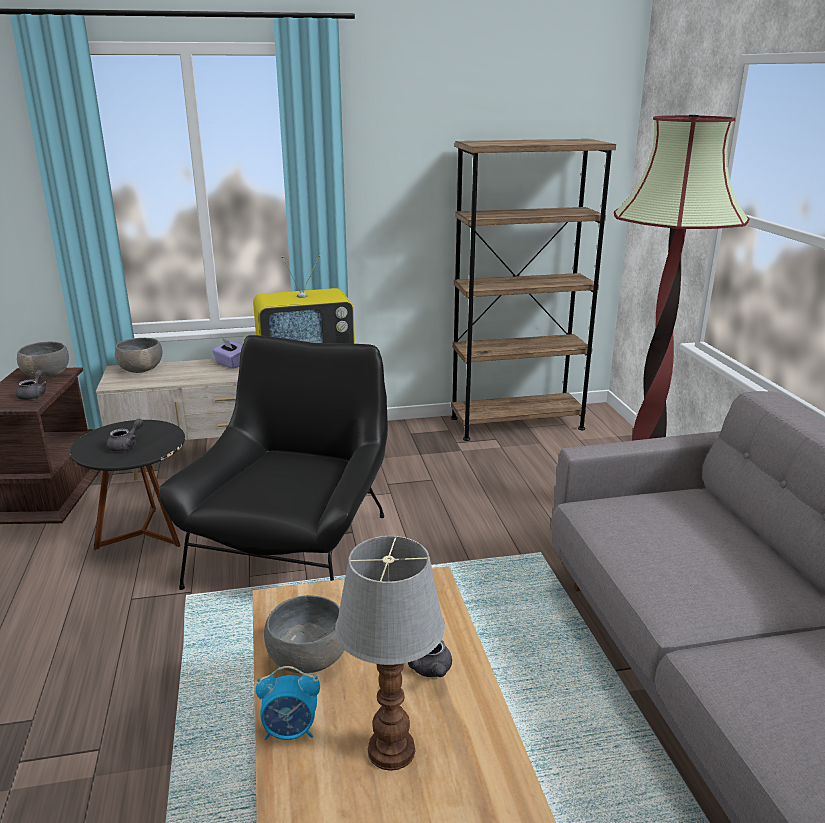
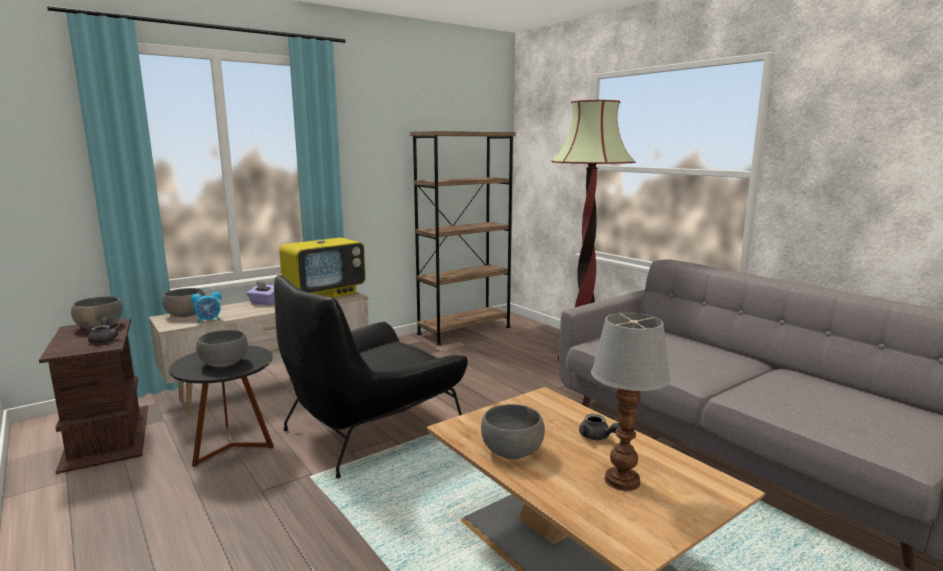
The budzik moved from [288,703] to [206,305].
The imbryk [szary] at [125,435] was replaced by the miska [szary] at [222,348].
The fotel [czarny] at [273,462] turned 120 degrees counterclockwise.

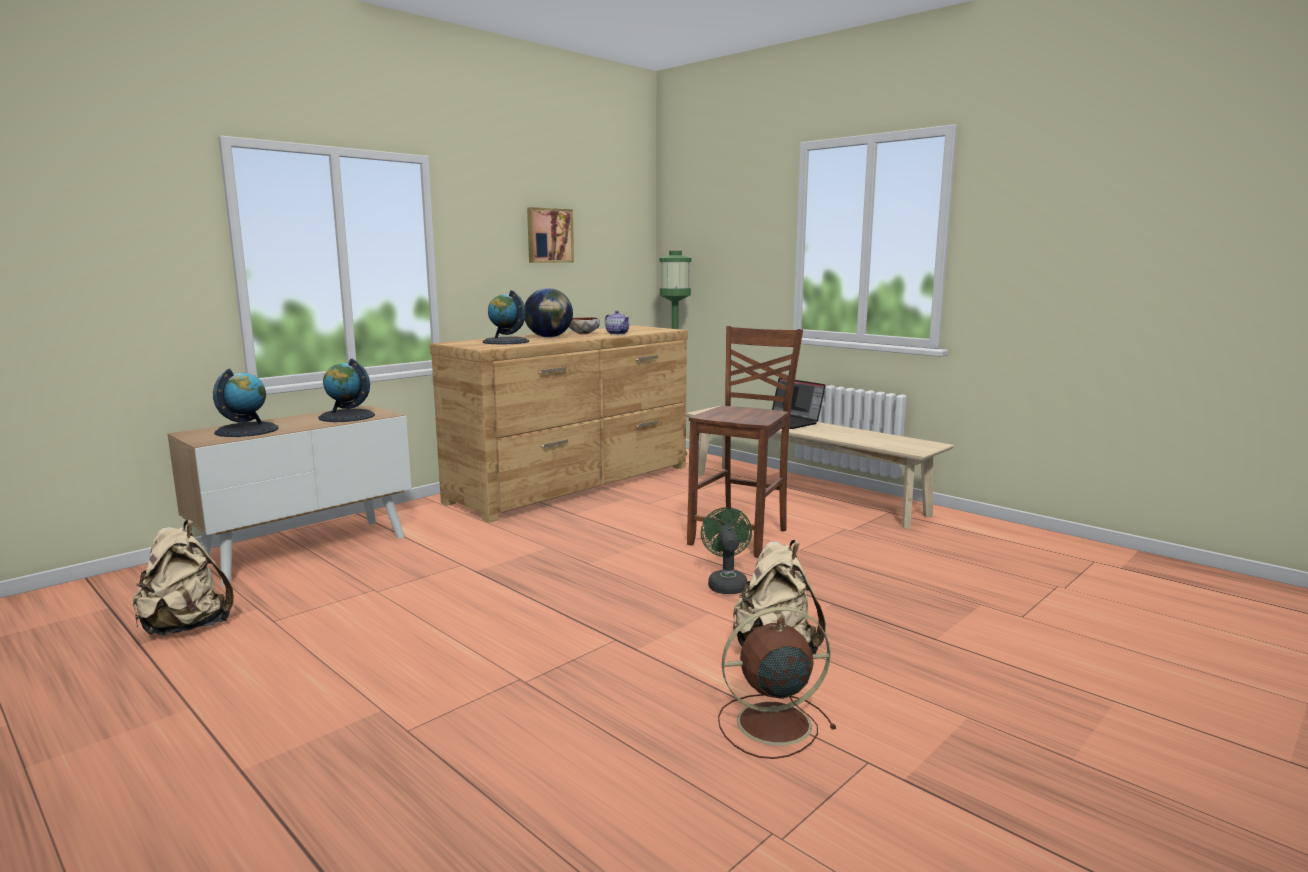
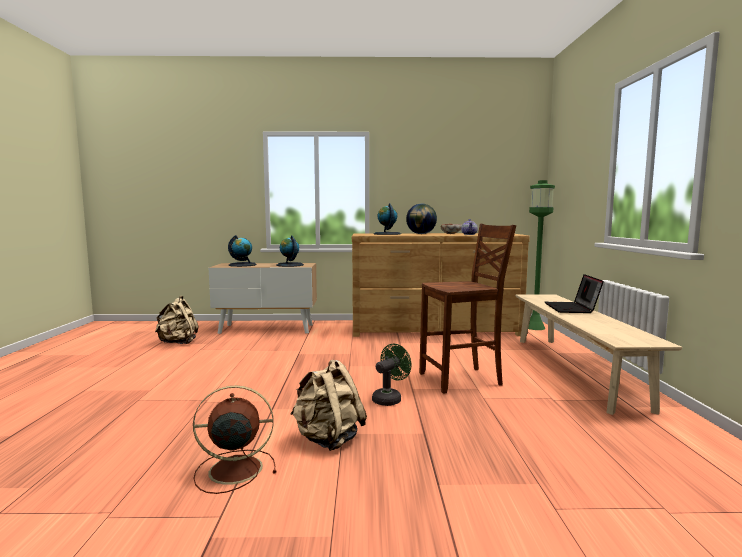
The obraz at [550,235] disappeared.
The wentylator [brązowy] at [777,683] turned 45 degrees counterclockwise.

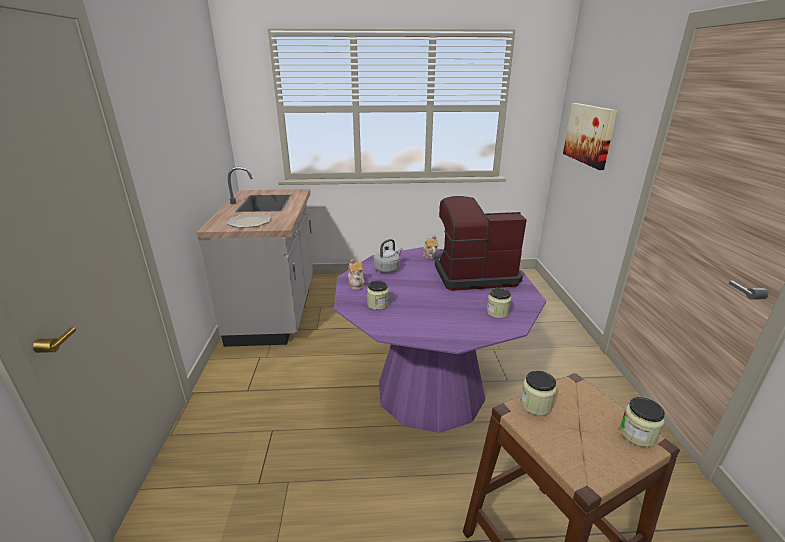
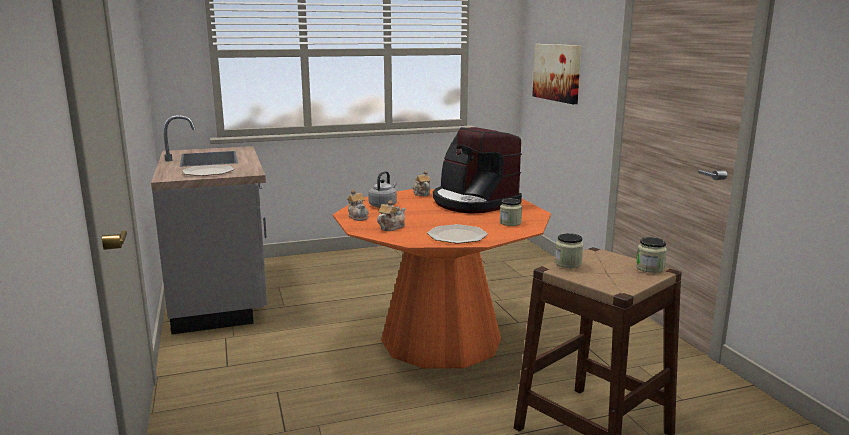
The talerz at [457,234] appeared.
The słoik at [378,295] was replaced by the imbryk at [391,215].
The stół jadalny [fioletowy] at [440,340] became the stół jadalny [pomarańczowy] at [442,279].
The ekspres do kawy at [481,243] turned 105 degrees counterclockwise.

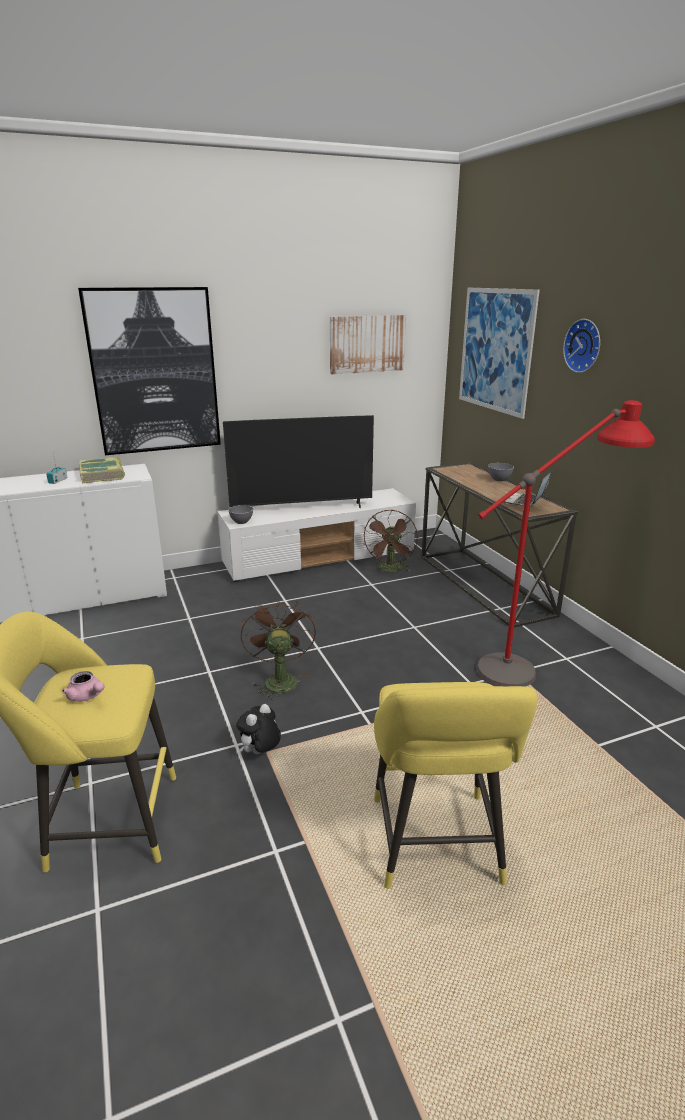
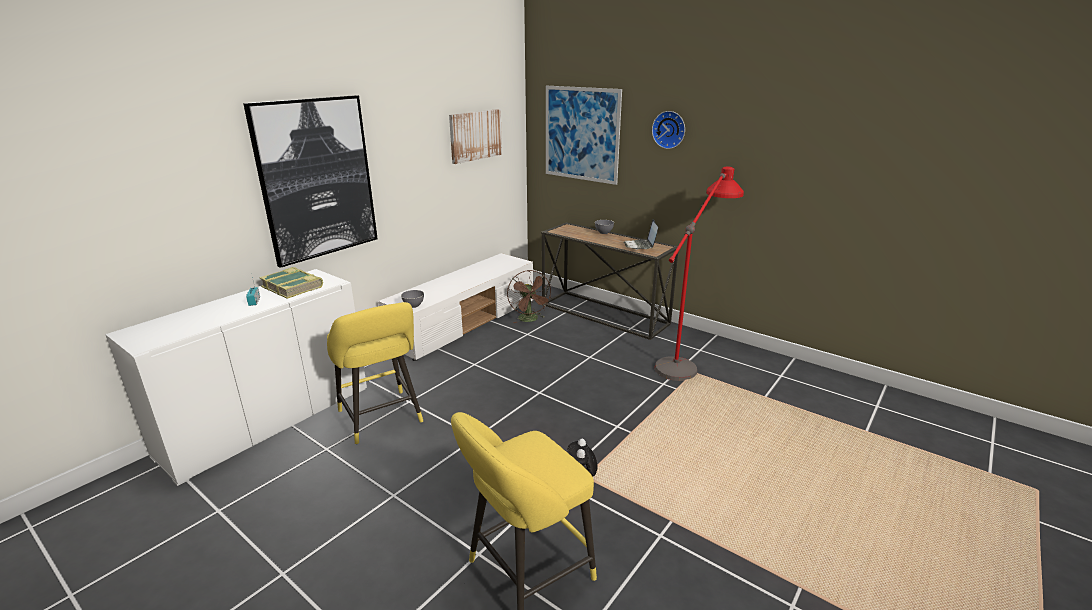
The imbryk [różowy] at [83,686] disappeared.
The telewizor at [298,461] disappeared.
The wentylator [brązowy] at [278,649] disappeared.
The stołek [żółty] moved from [456,785] to [375,373].

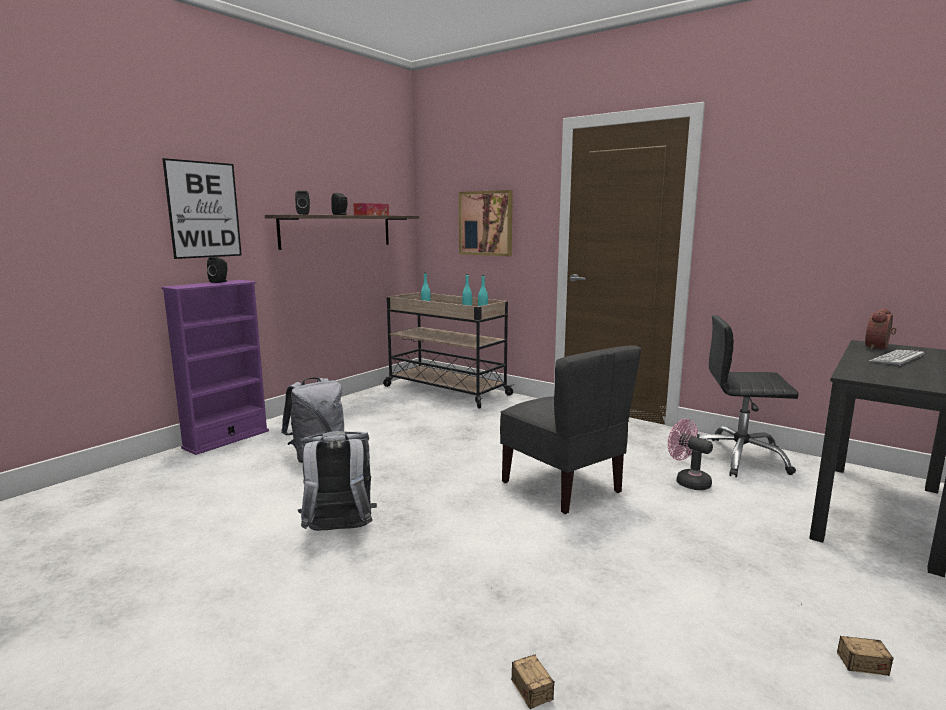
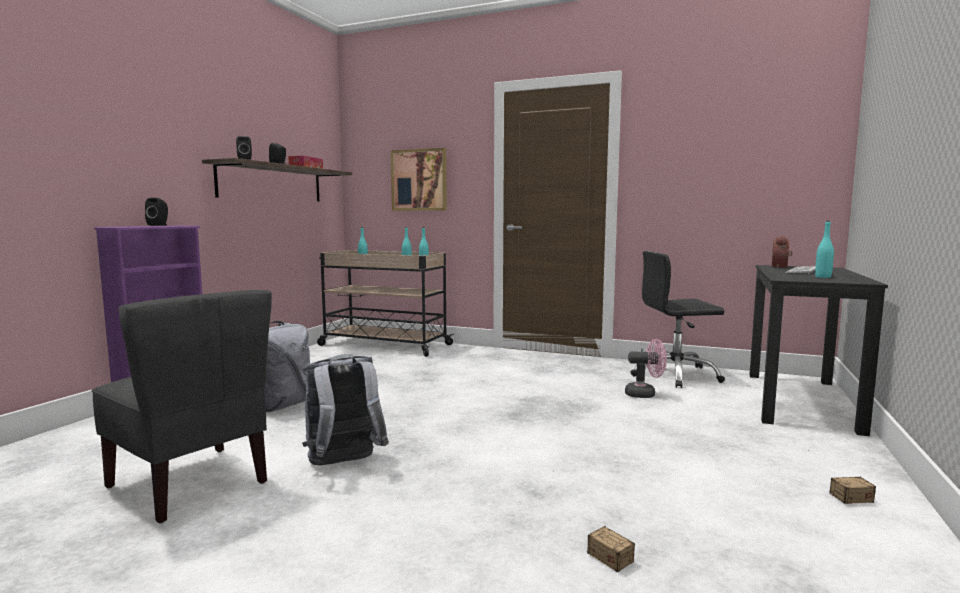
The obraz at [202,208] disappeared.
The butelka [turkusowy] at [824,249] appeared.
The krzesło [szary] moved from [570,429] to [181,406].
The wentylator [różowy] at [690,454] turned 150 degrees clockwise.

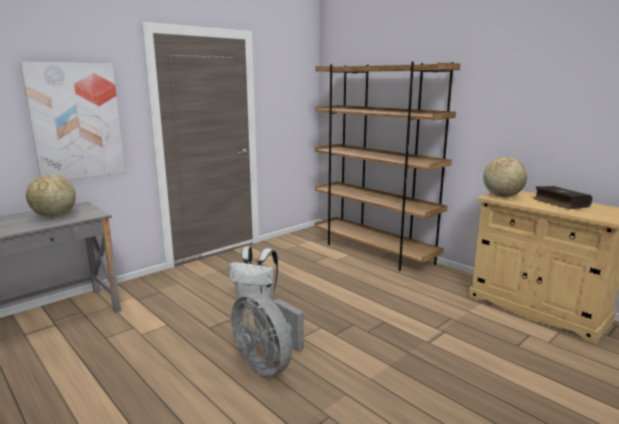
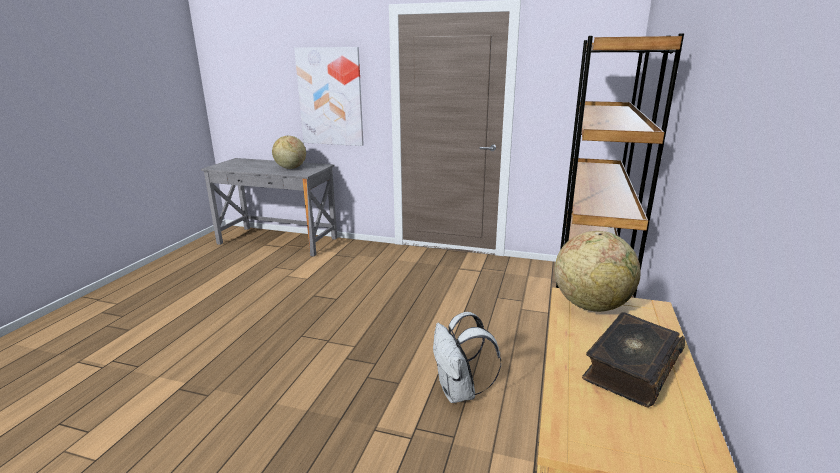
The wentylator [szary] at [267,334] disappeared.
The plecak [biały] moved from [253,277] to [467,357].

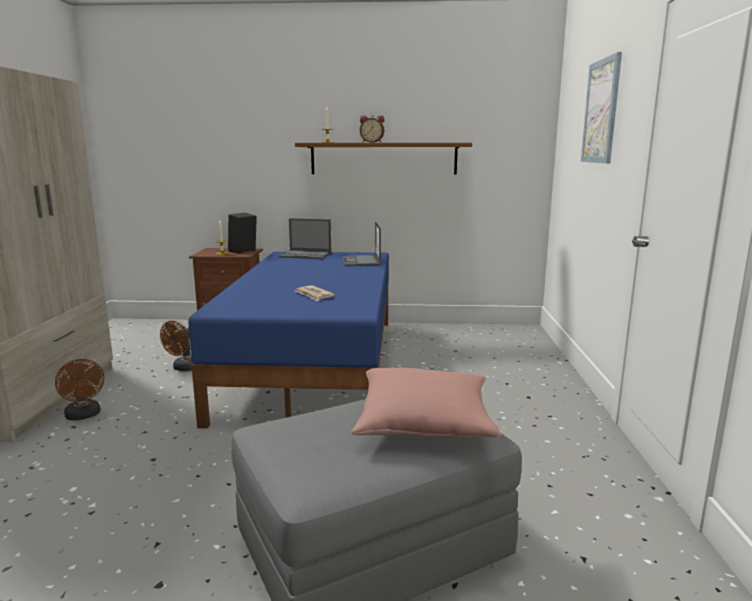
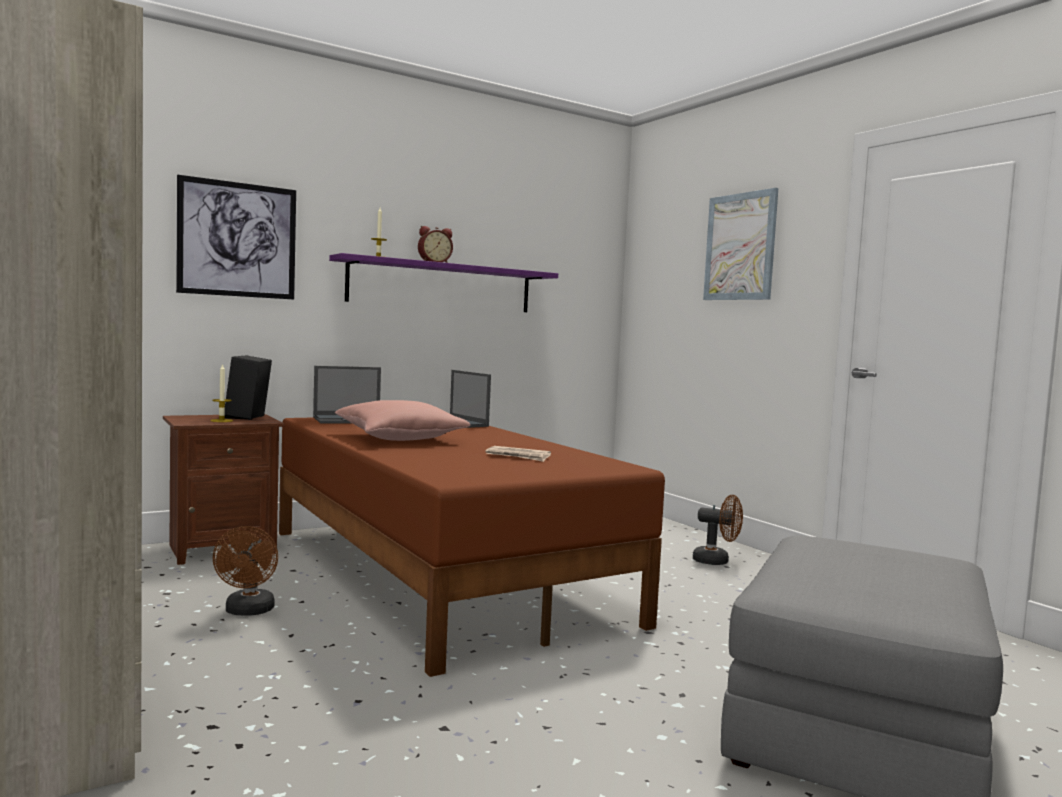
The obraz at [236,237] appeared.
The wentylator [brązowy] moved from [79,390] to [718,530].
The poduszka [różowy] moved from [426,403] to [402,420].
The łóżko [niebieski] at [288,340] became the łóżko [brązowy] at [472,547].
The półka [brązowy] at [383,159] became the półka [fioletowy] at [443,282].

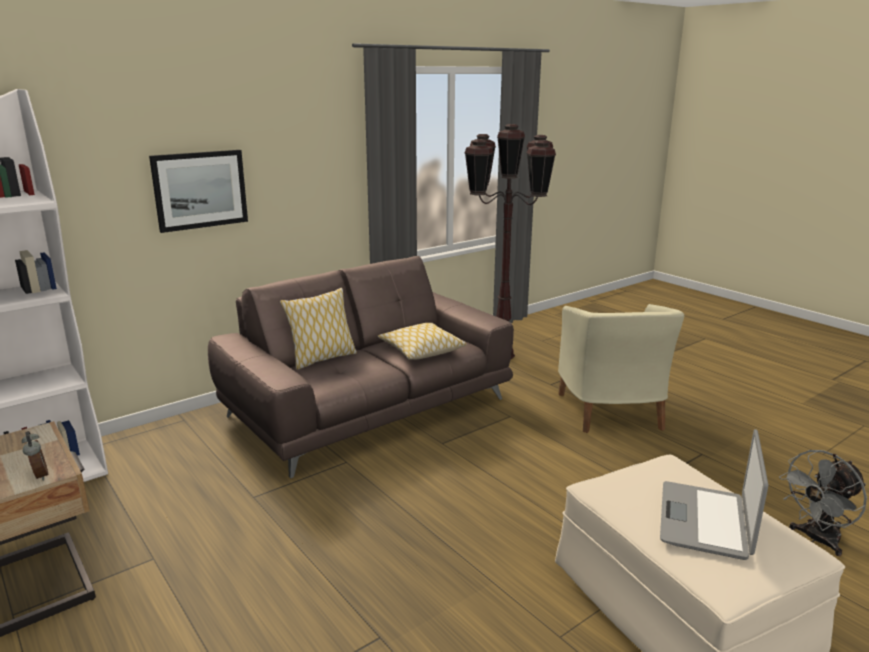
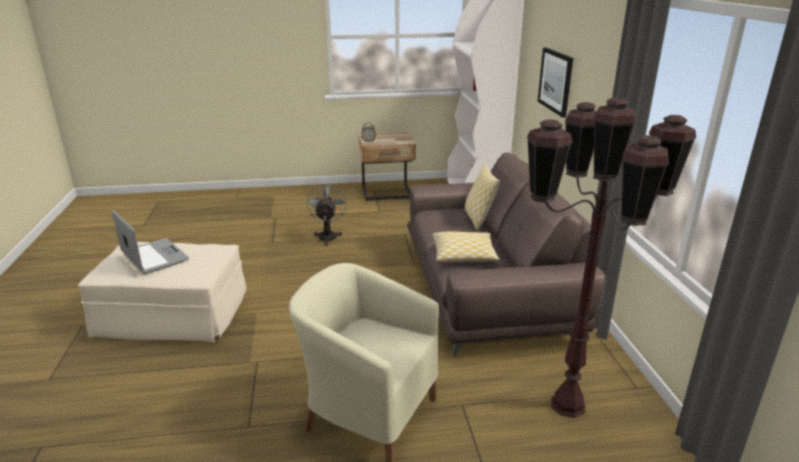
The wentylator [szary] moved from [823,503] to [327,214].

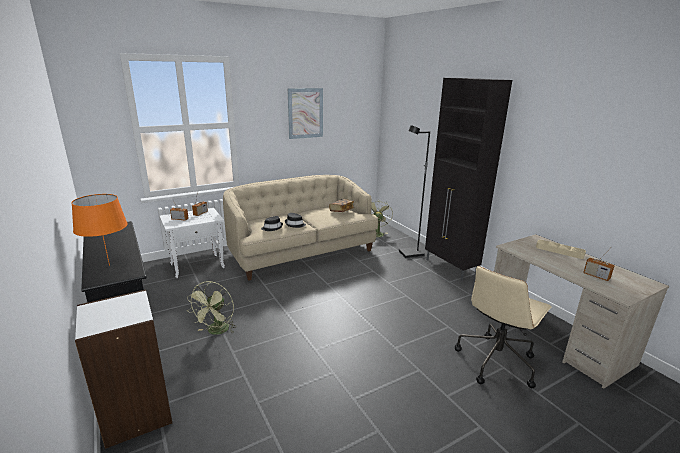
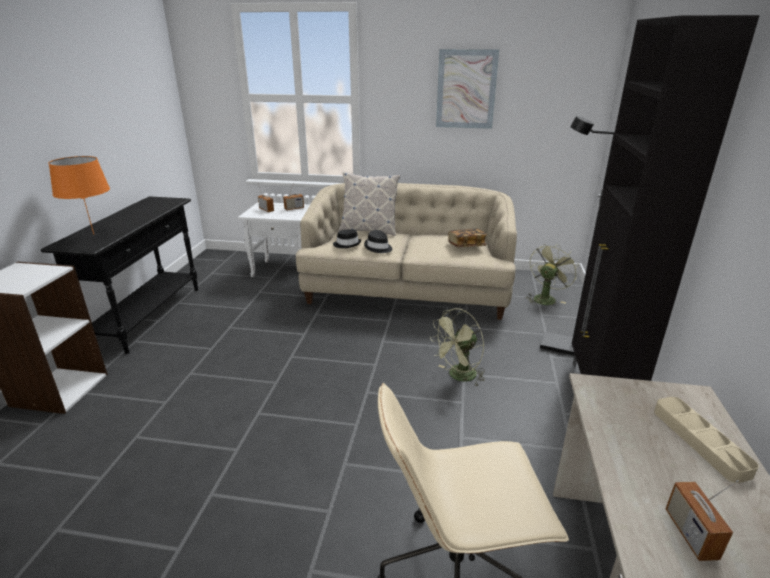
The poduszka at [369,204] appeared.
The wentylator [zielony] moved from [212,308] to [457,347].

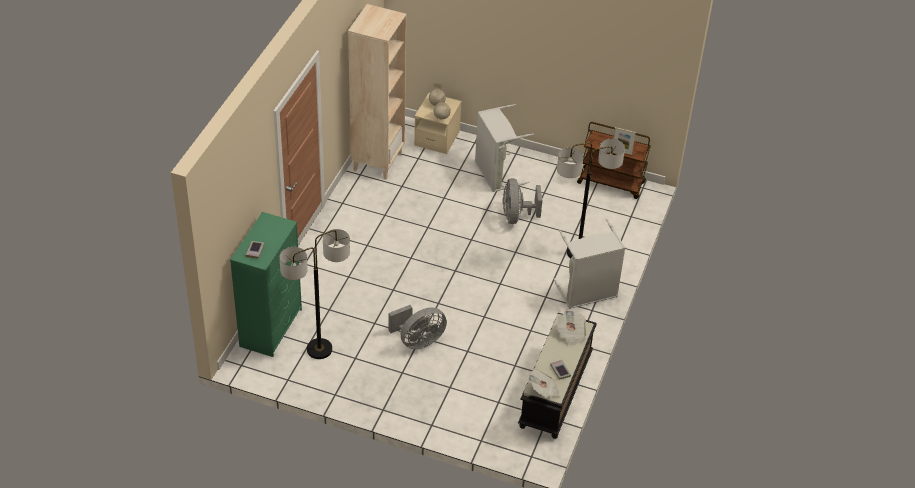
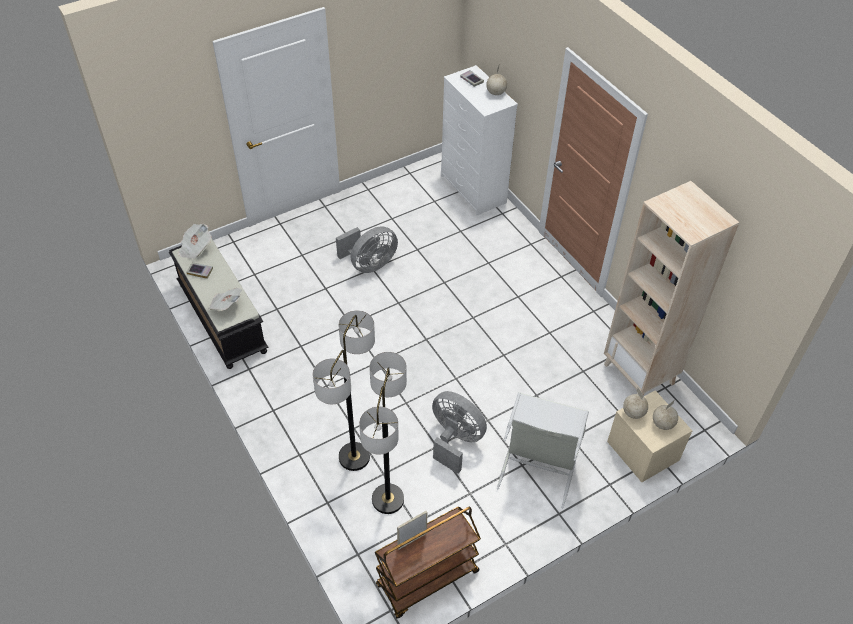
The kosz na pranie [szary] at [589,264] disappeared.
The globus at [496,80] appeared.
The lampa stojąca moved from [314,294] to [383,433].
The komoda [zielony] at [266,284] became the komoda [biały] at [479,140].
The wentylator [szary] at [417,327] turned 135 degrees counterclockwise.

